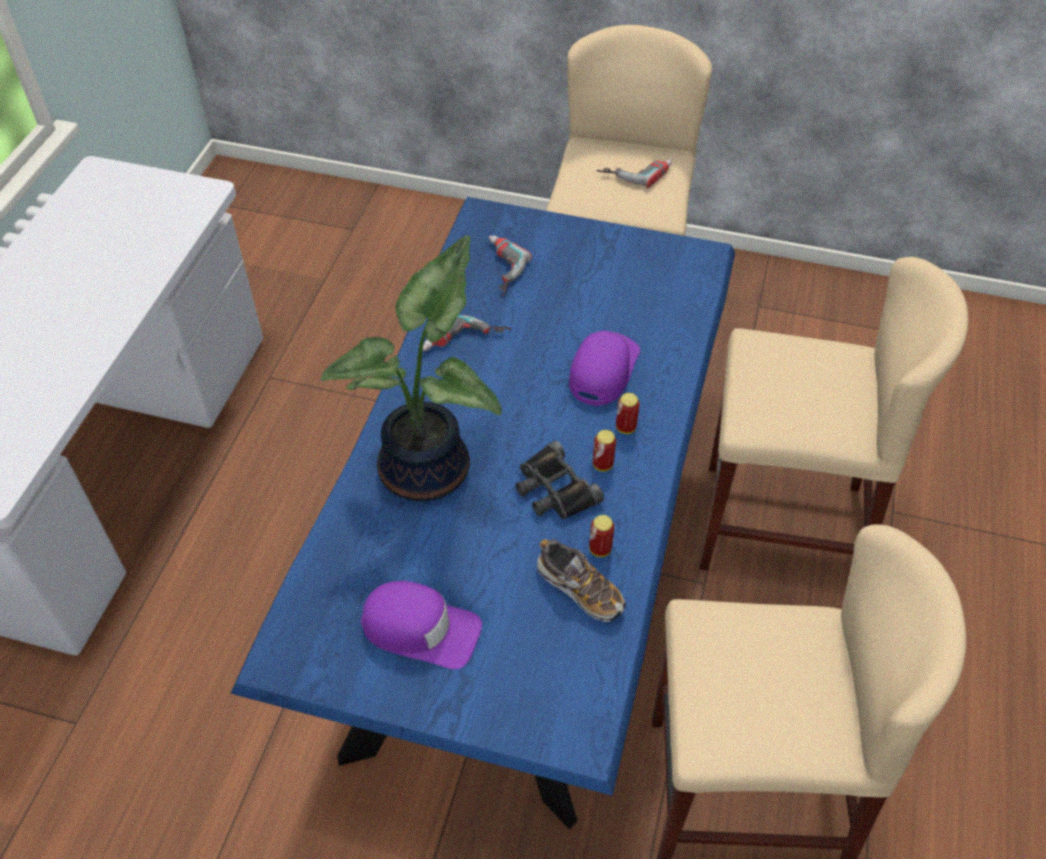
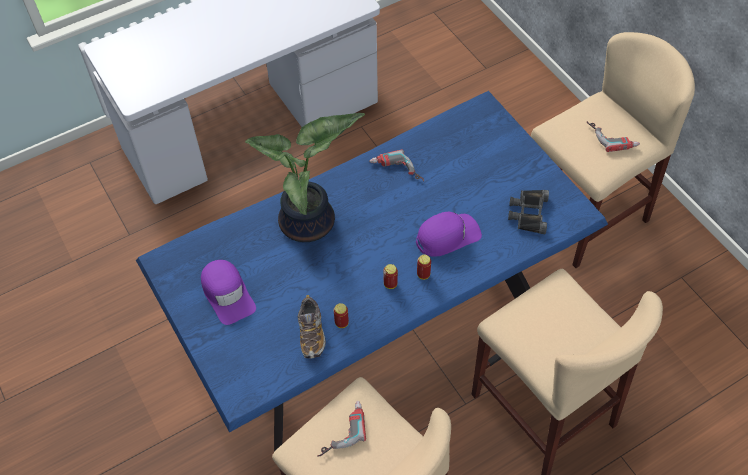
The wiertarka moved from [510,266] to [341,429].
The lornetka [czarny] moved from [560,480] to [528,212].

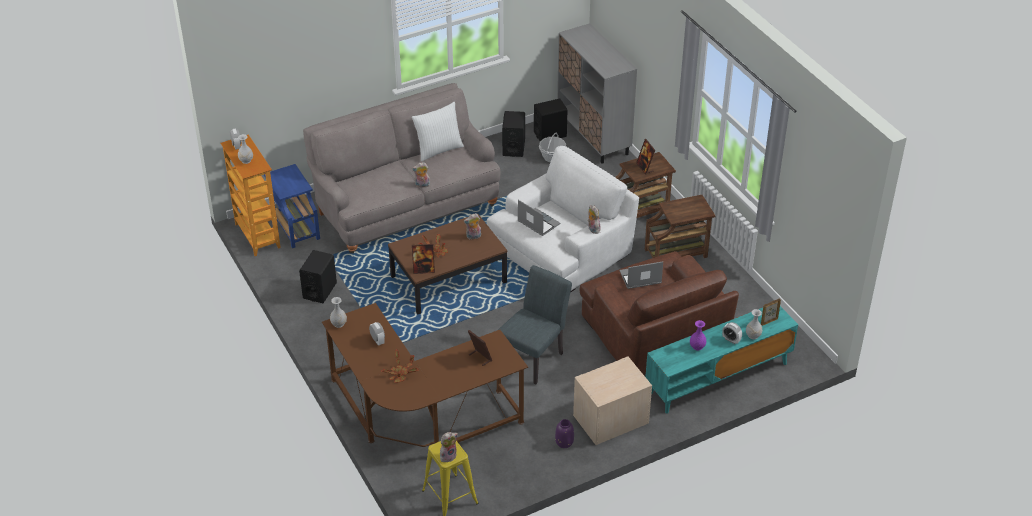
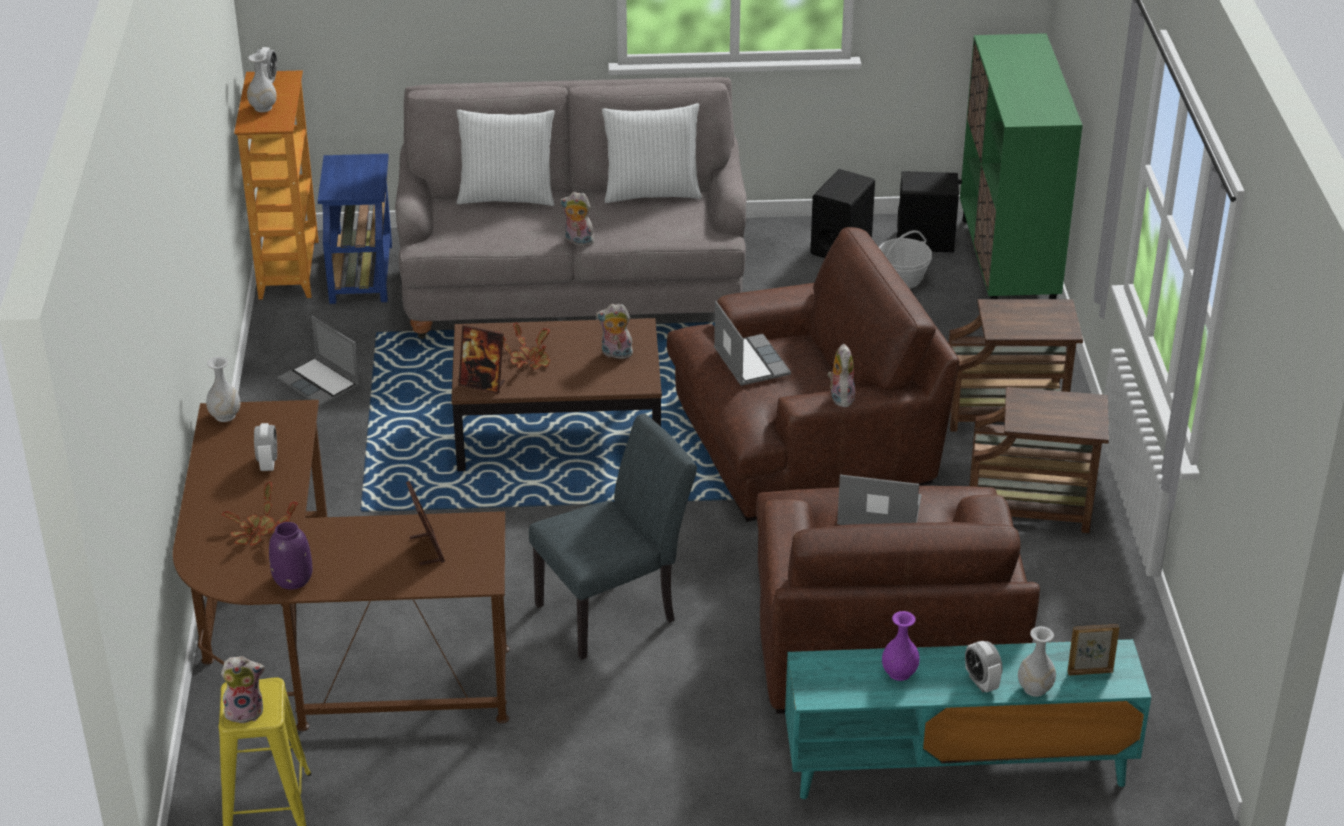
The szafka nocna [beżowy] at [612,400] disappeared.
The ramka na zdjęcie at [645,157] disappeared.
The poduszka [biały] at [505,158] appeared.
The wazon [fioletowy] moved from [564,433] to [291,556].
The głośnik [czarny] at [318,276] was replaced by the laptop at [319,361].
The fotel [biały] at [563,219] became the fotel [brązowy] at [813,374].
The szafka [szary] at [597,93] became the szafka [zielony] at [1021,166].

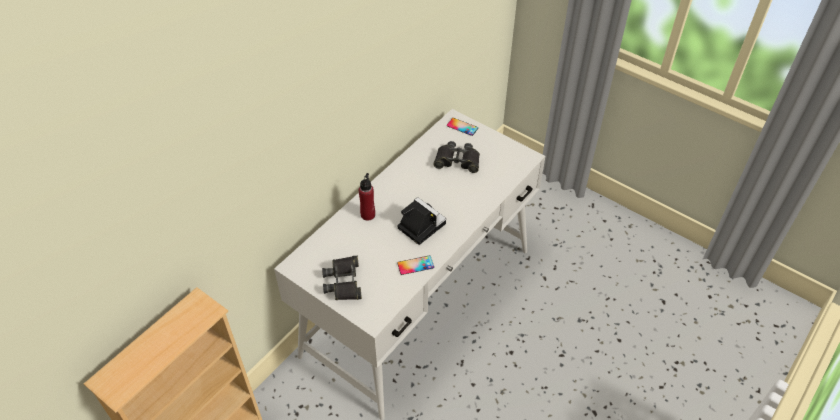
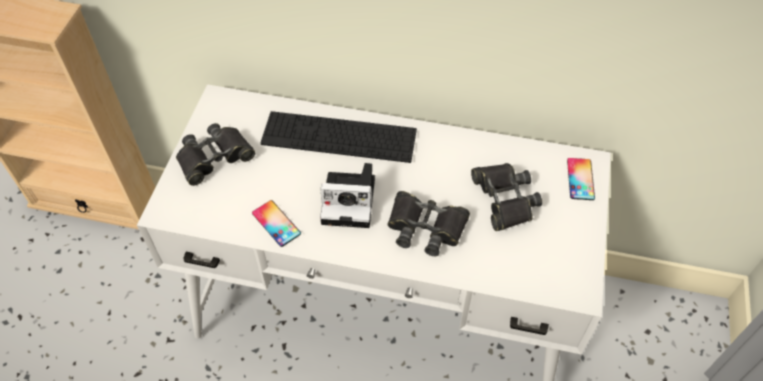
The lornetka [czarny] at [429,223] appeared.
The butelka [czerwony] at [367,197] was replaced by the klawiatura at [339,137].
The aparat fotograficzny at [422,221] turned 75 degrees clockwise.

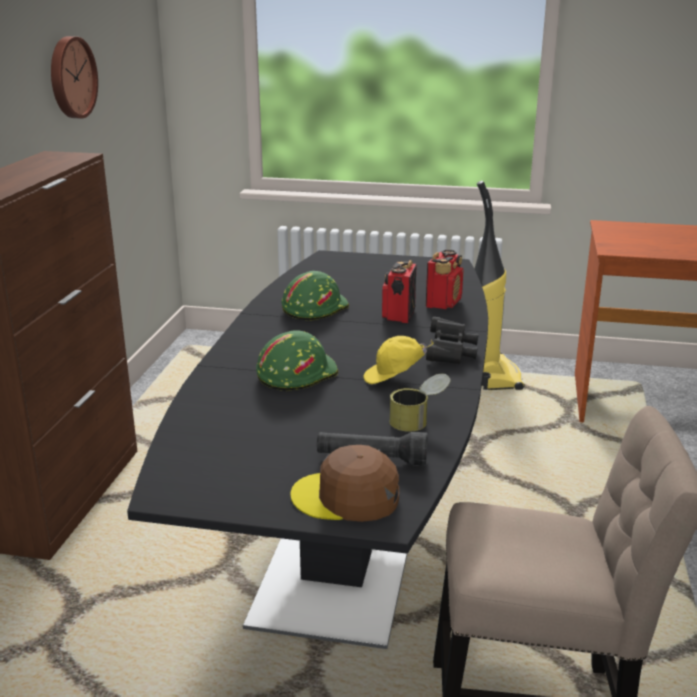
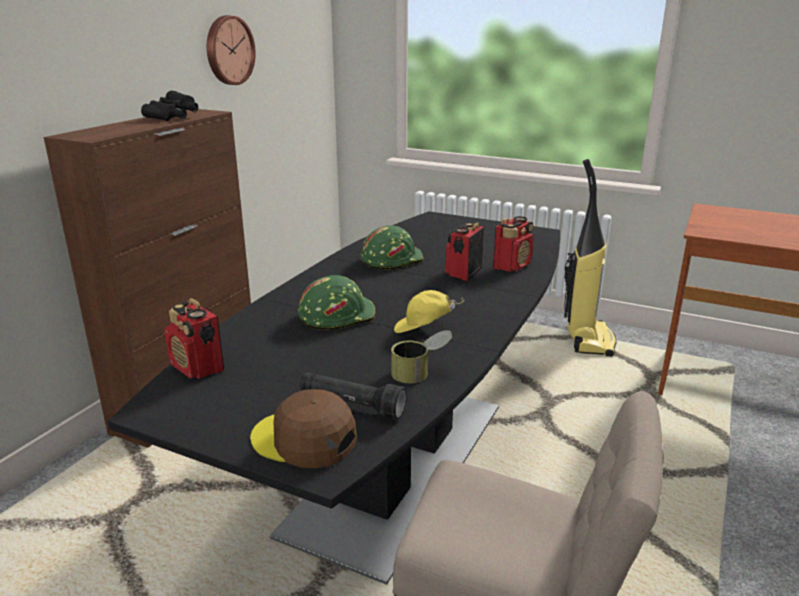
The radio at [194,338] appeared.
The lornetka [czarny] moved from [452,340] to [169,105].

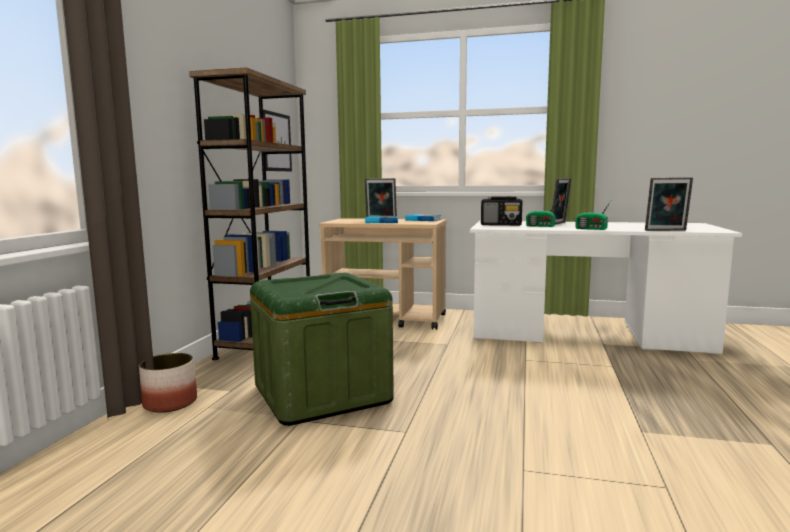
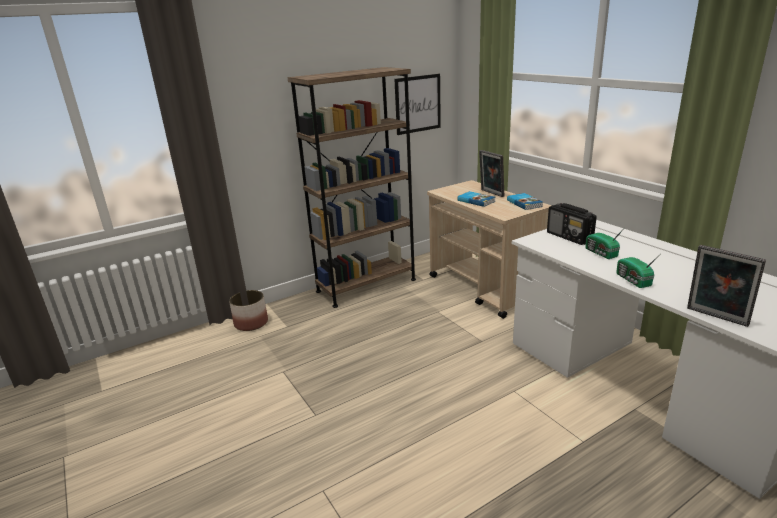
The pojemnik do przechowywania [zielony] at [322,349] disappeared.
The ramka na zdjęcie at [561,201] disappeared.

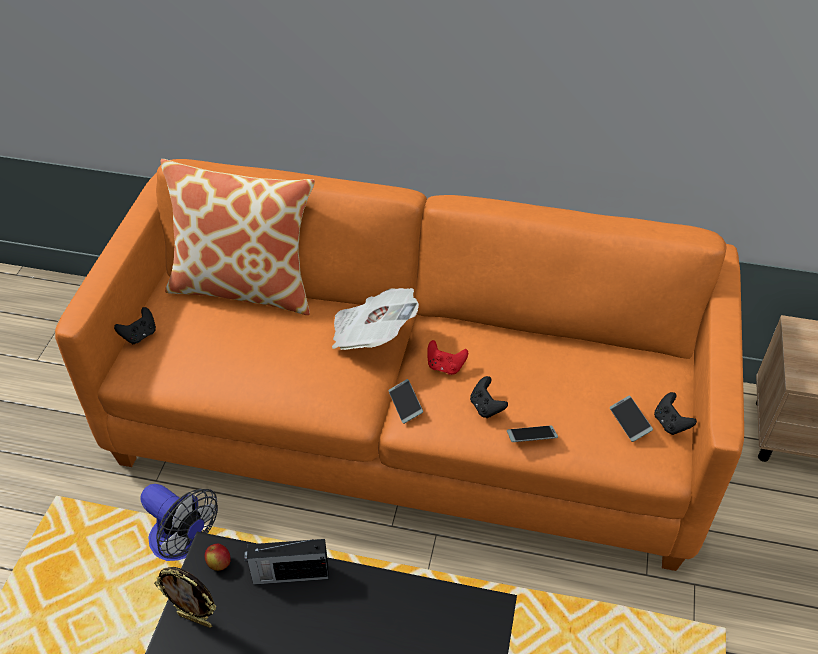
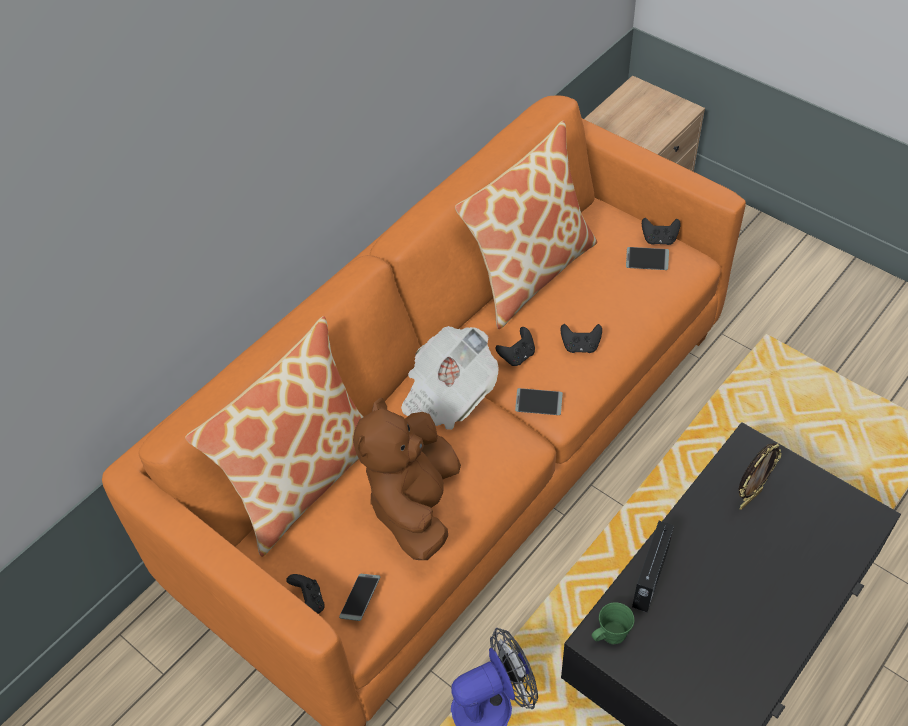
The pluszak [brązowy] at [407,479] appeared.
The poduszka at [526,225] appeared.
The ramka na zdjęcie moved from [185,597] to [760,476].
The telefon moved from [532,433] to [359,597].
The jabłko at [218,557] was replaced by the kubek [zielony] at [612,623].
The pad do gier [czerwony] at [447,357] became the pad do gier [czarny] at [515,346].

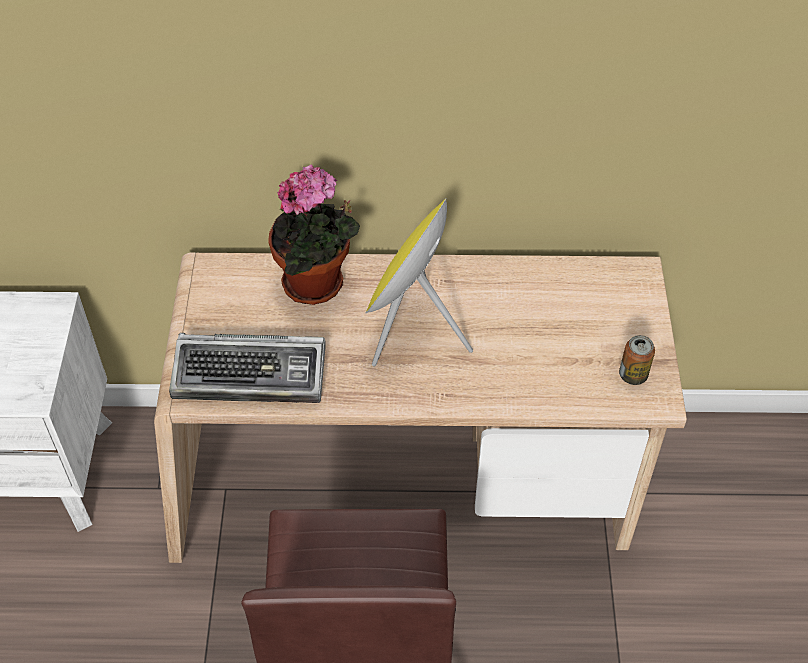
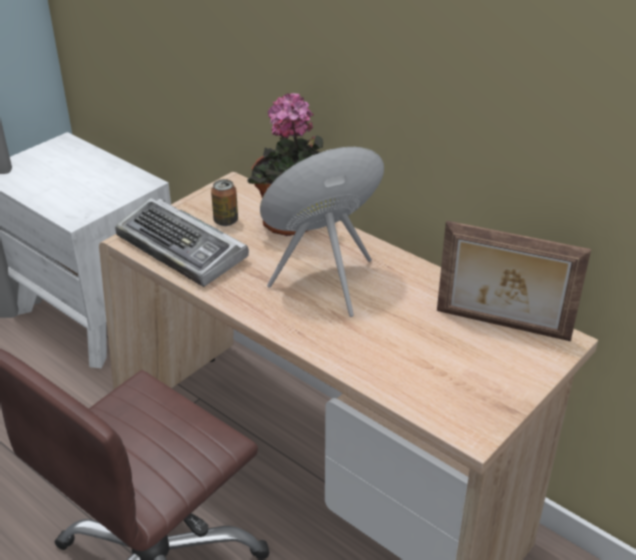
The ramka na zdjęcie at [514,281] appeared.
The puszka moved from [637,360] to [224,202].

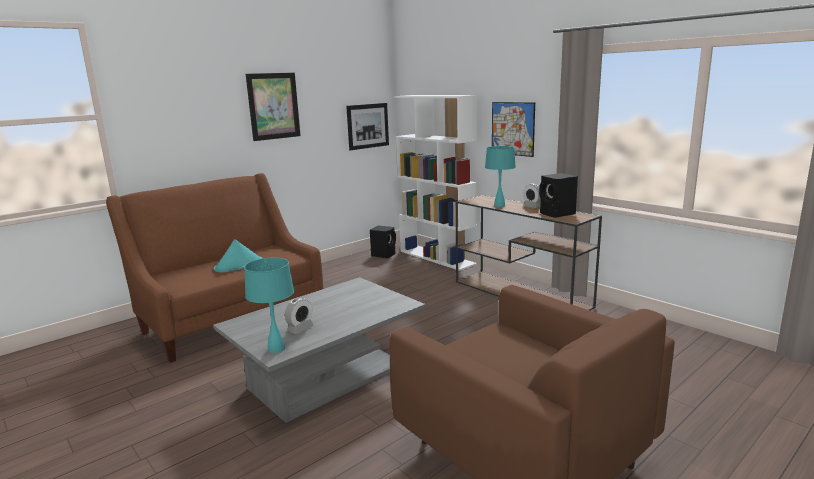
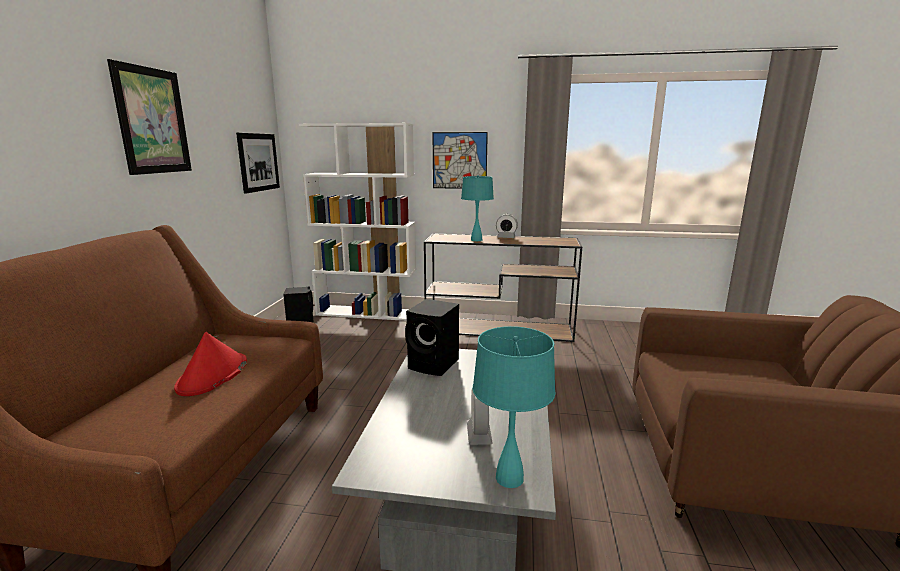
The głośnik [czarny] moved from [558,195] to [432,337].
The kapelusz [turkusowy] at [238,255] became the kapelusz [czerwony] at [210,364].

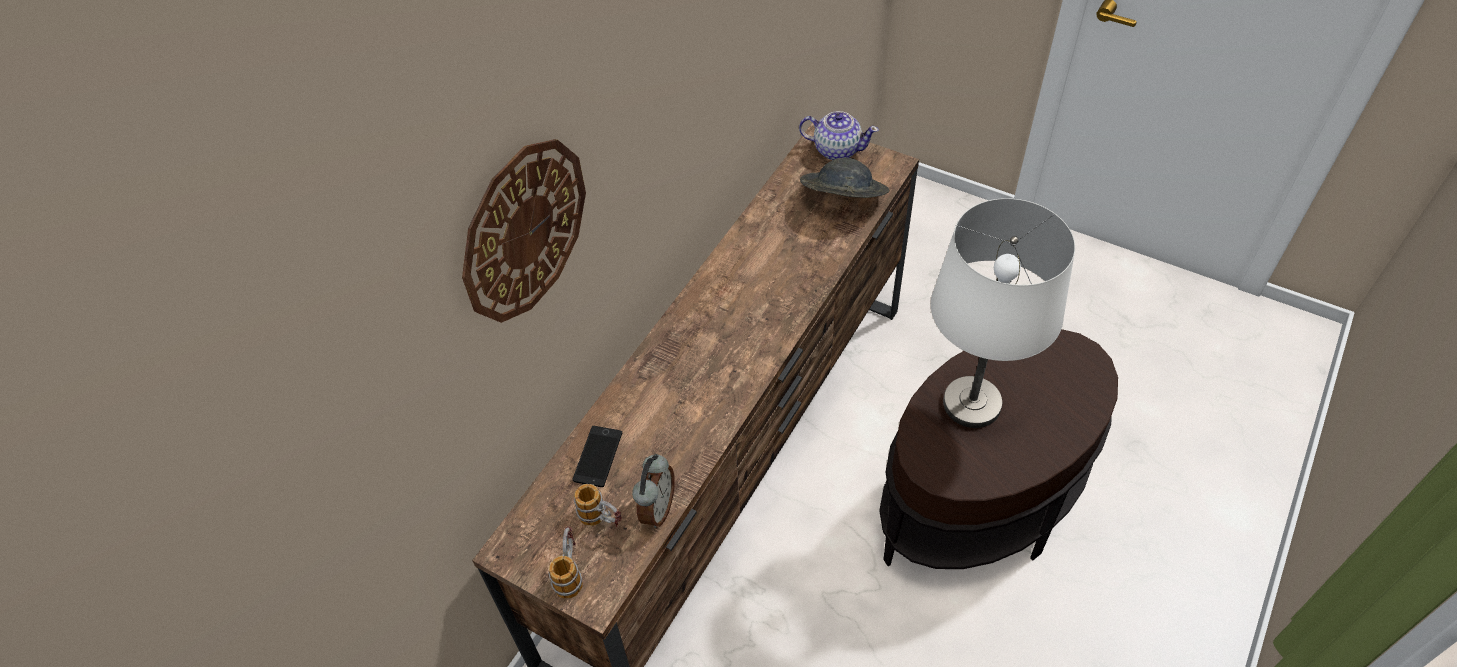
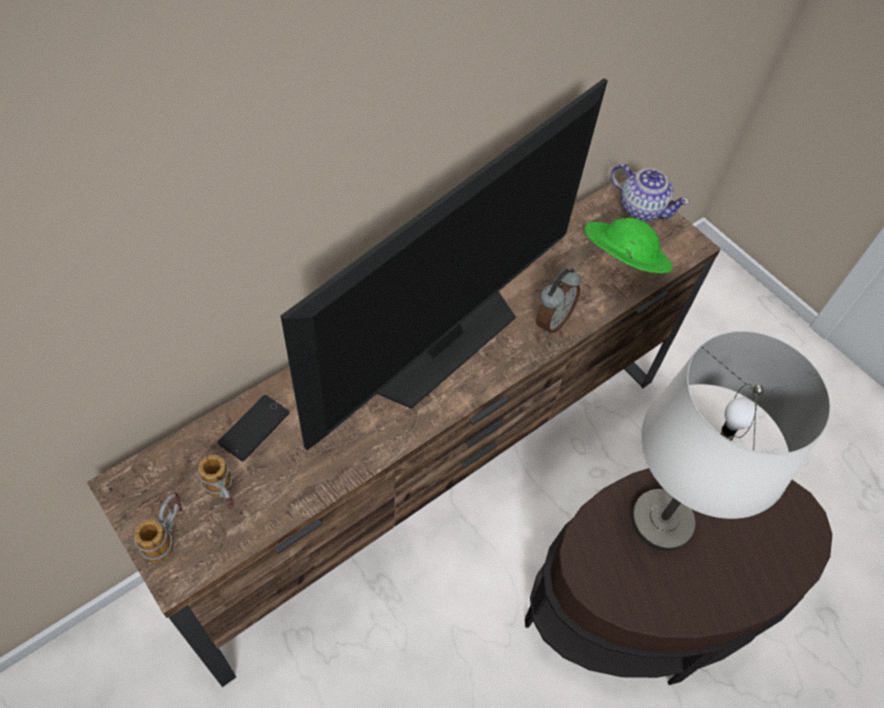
The zegar ścienny at [524,231] disappeared.
The telewizor at [444,264] appeared.
The budzik moved from [653,491] to [558,301].
The kapelusz [szary] at [844,178] became the kapelusz [zielony] at [628,245].

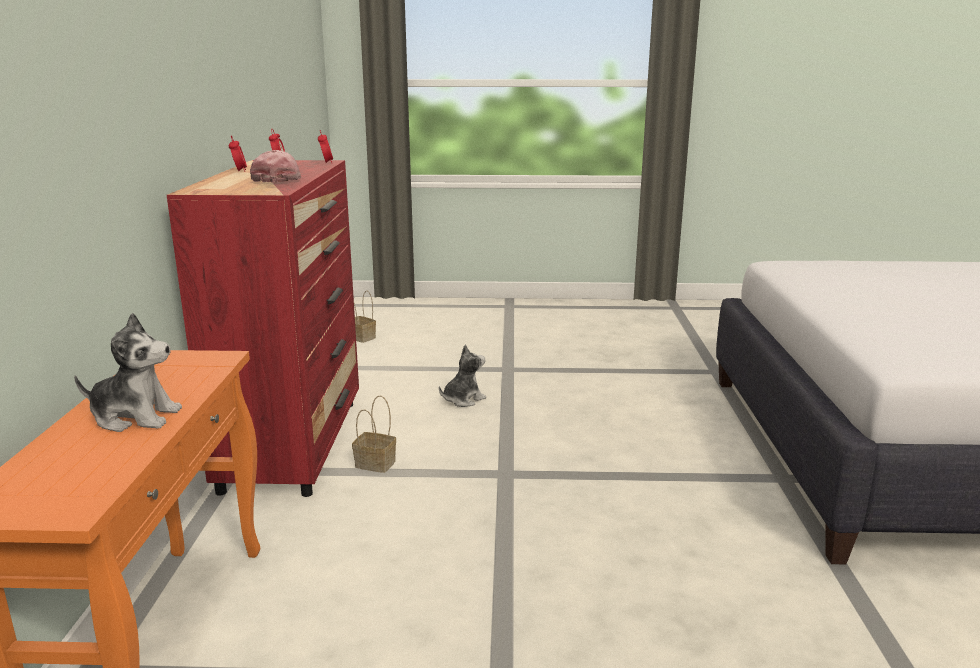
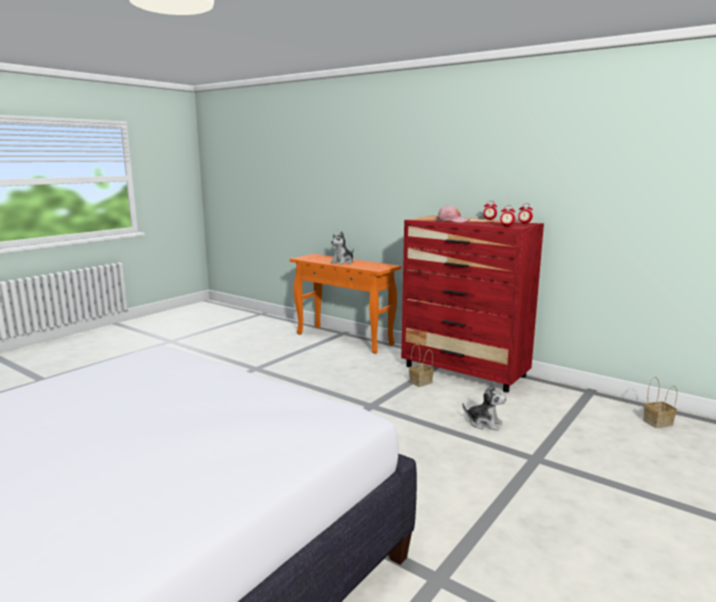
The pluszak at [462,376] turned 60 degrees counterclockwise.

